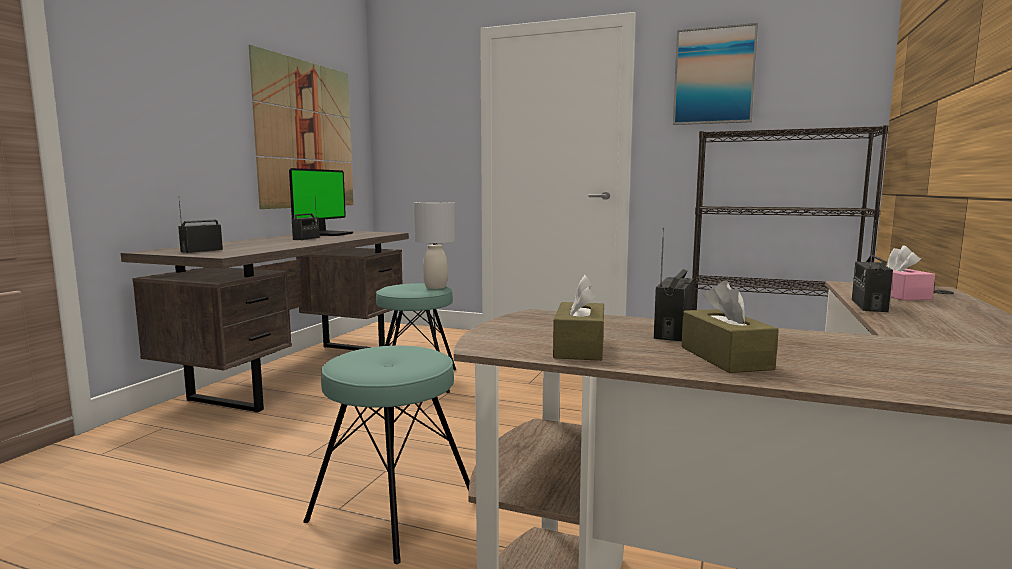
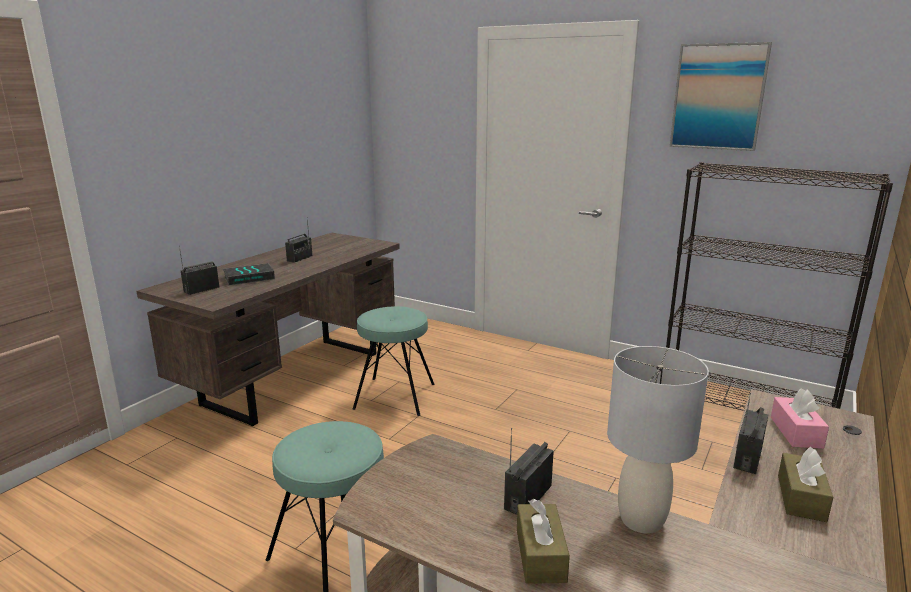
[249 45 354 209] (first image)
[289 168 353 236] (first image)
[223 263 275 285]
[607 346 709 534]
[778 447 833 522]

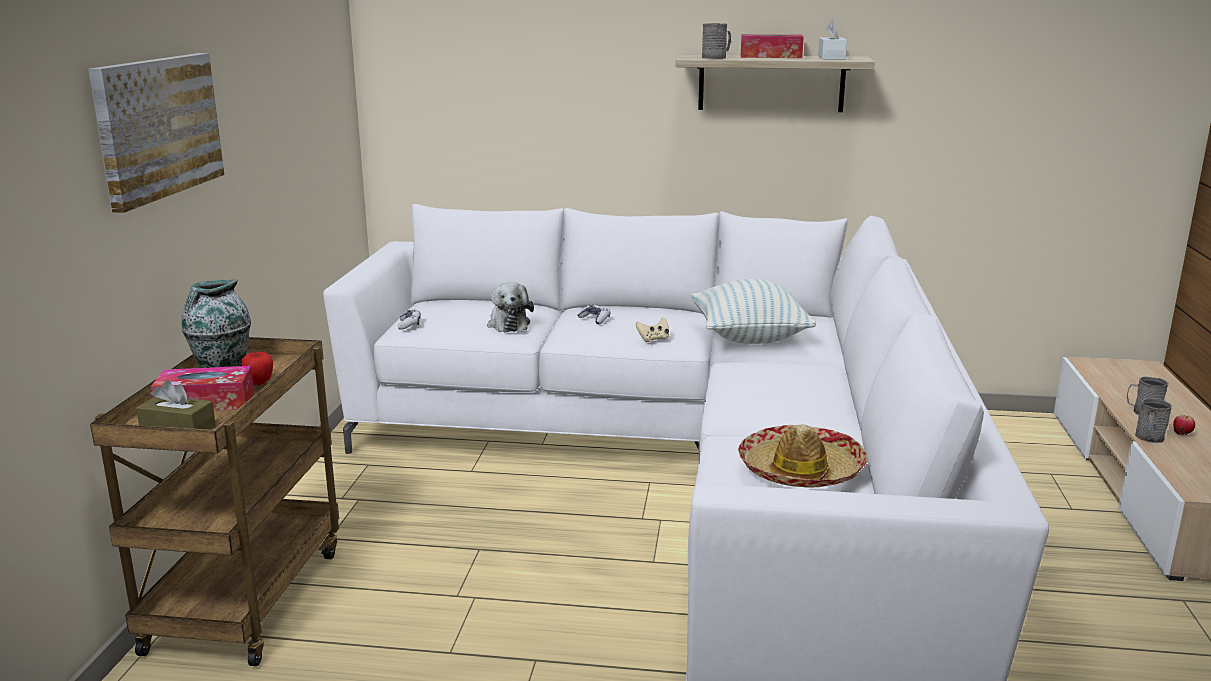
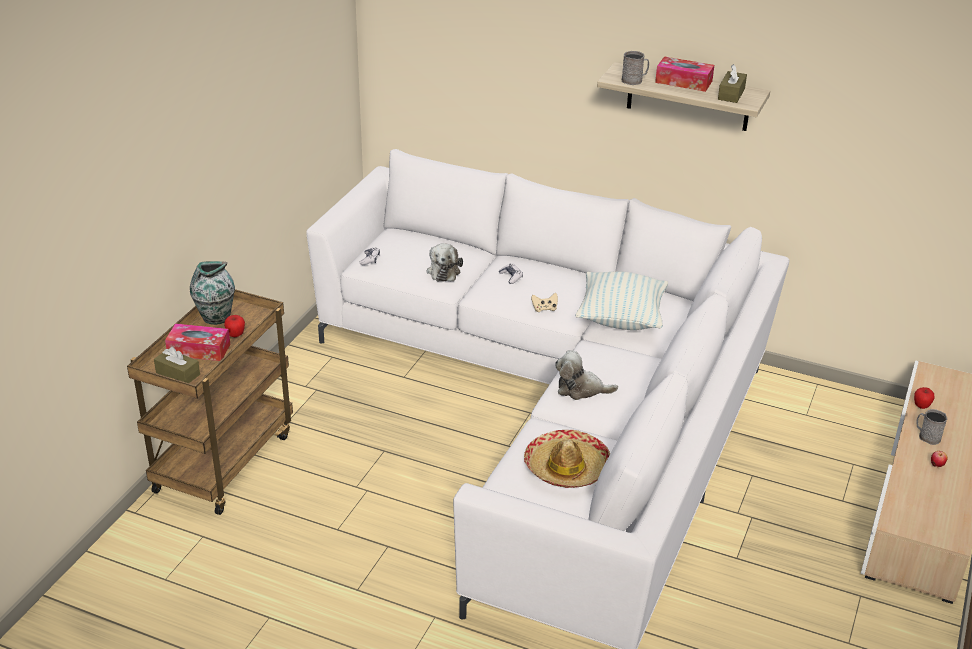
[88 53 224 213] (first image)
[1135 398 1172 443] (first image)
[555 350 618 400]
[914 387 934 409]
[718 64 747 103]

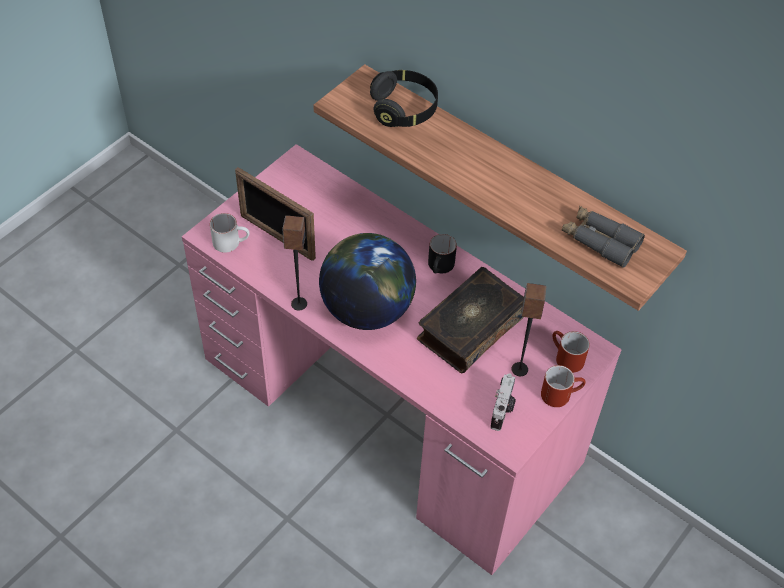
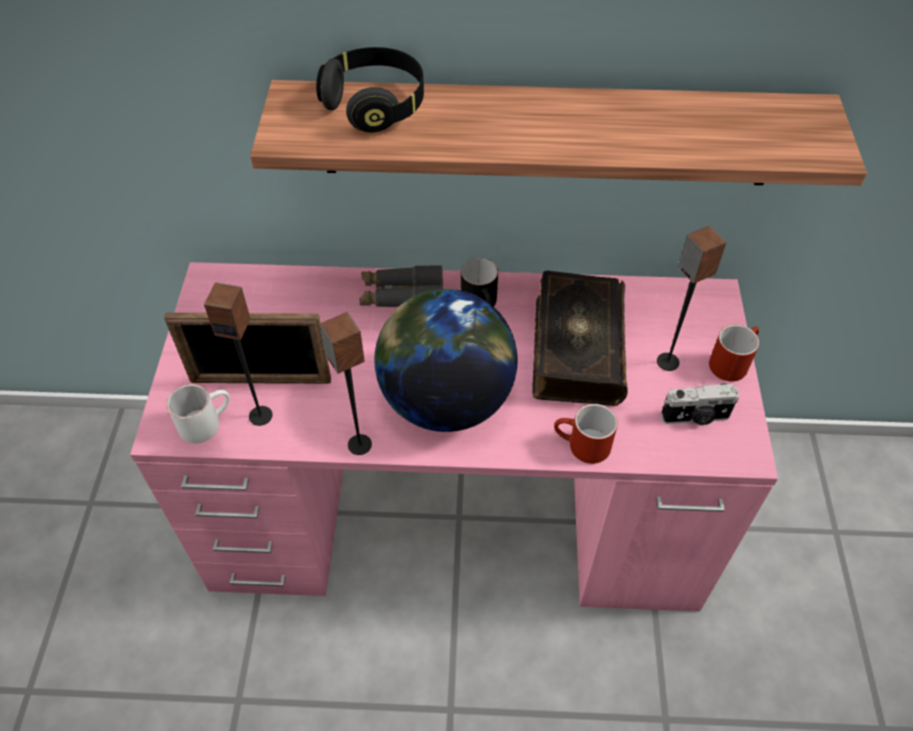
[204 283 273 426]
[554 404 618 464]
[360 265 443 307]
[661 383 739 425]

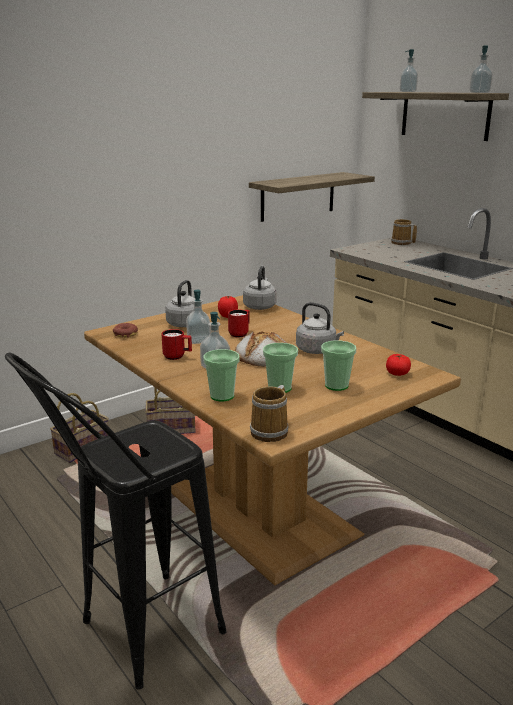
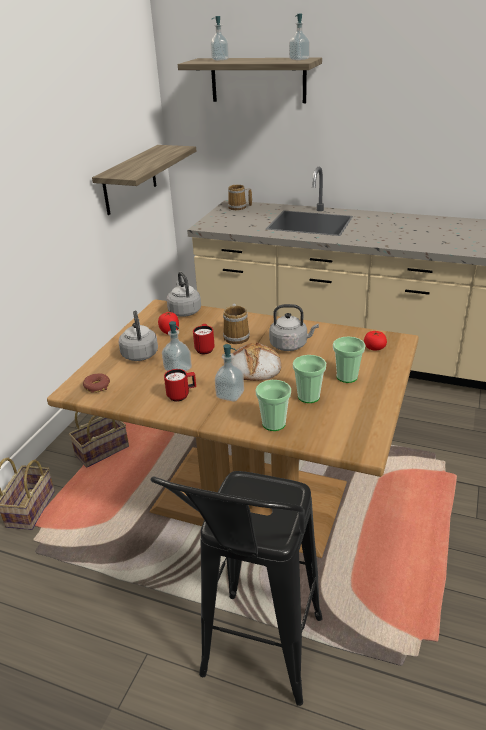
[223 304 250 344]

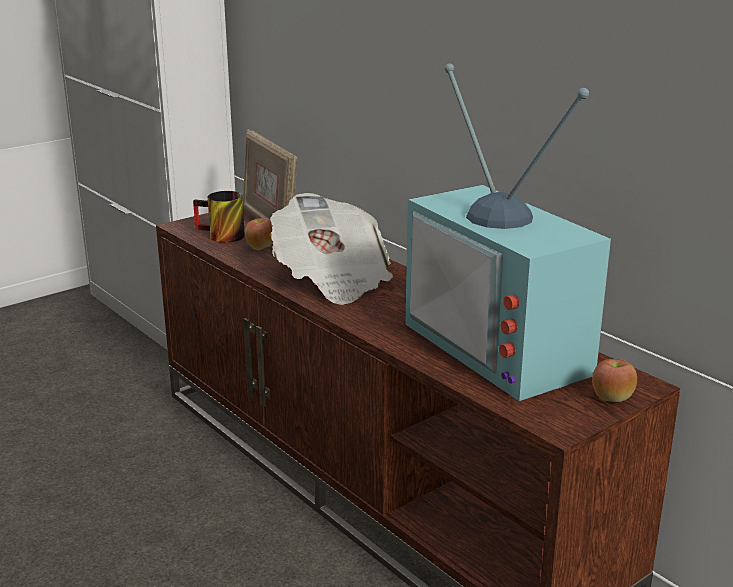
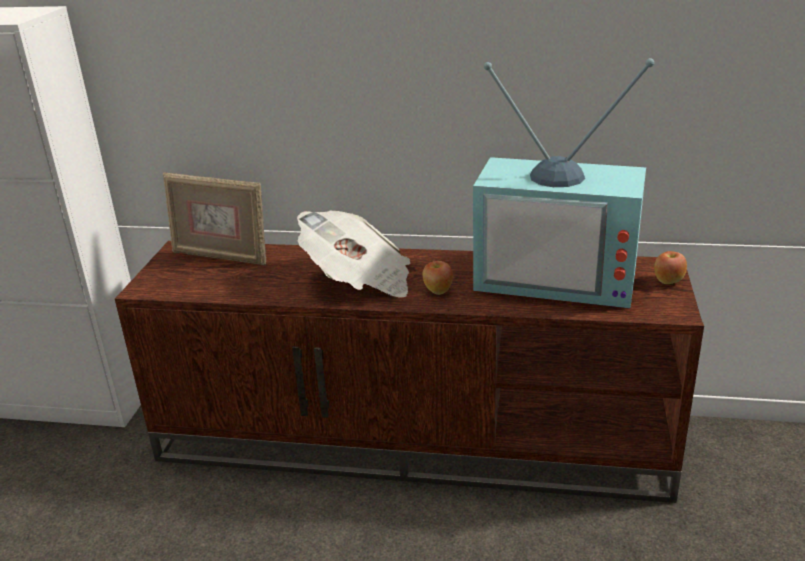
[193 191 245 243] (first image)
[422 261 453 295]

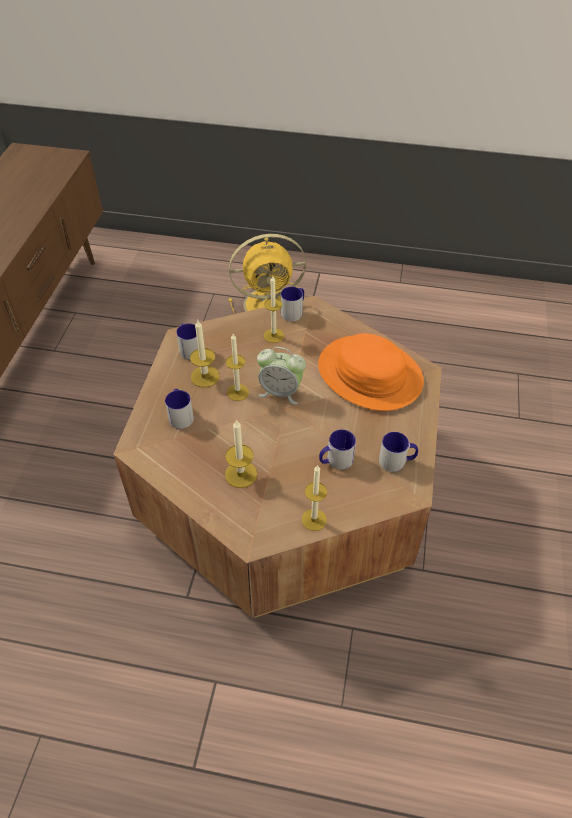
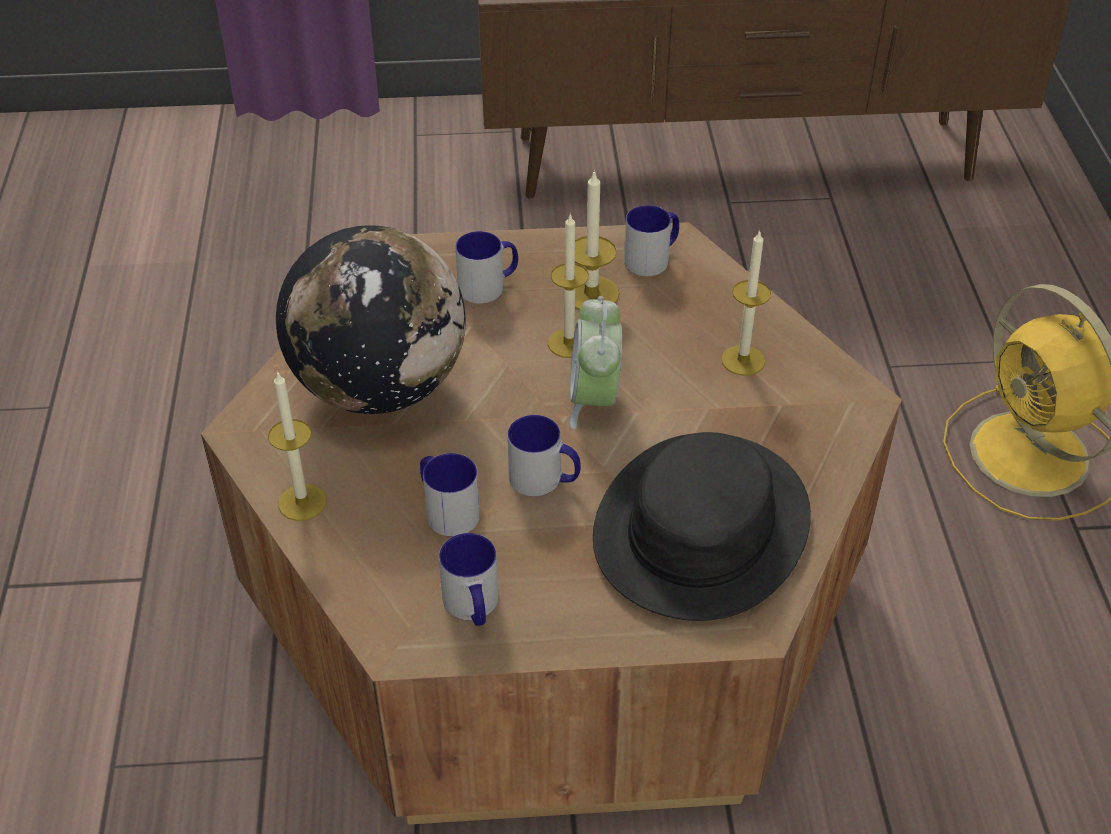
[507 415 581 496]
[276 225 466 414]
[593 432 811 621]

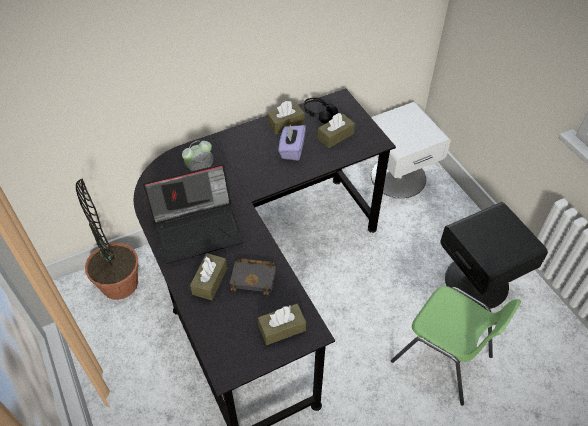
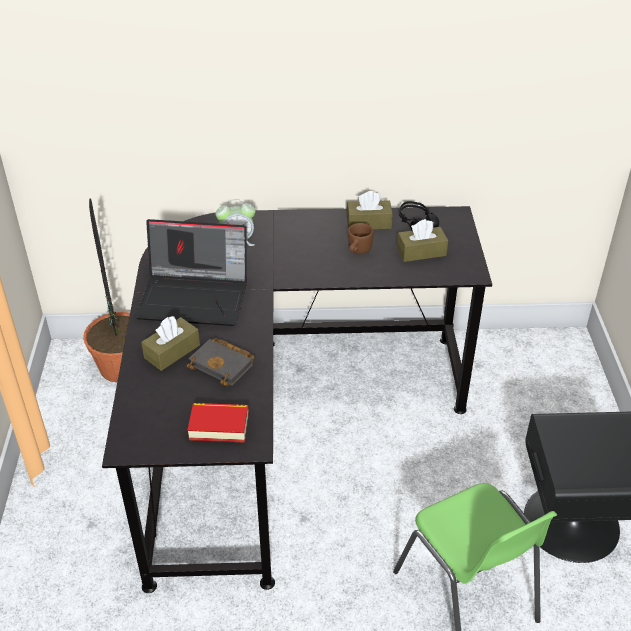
[371 102 451 198] (first image)
[187 403 249 443]
[348 223 374 254]

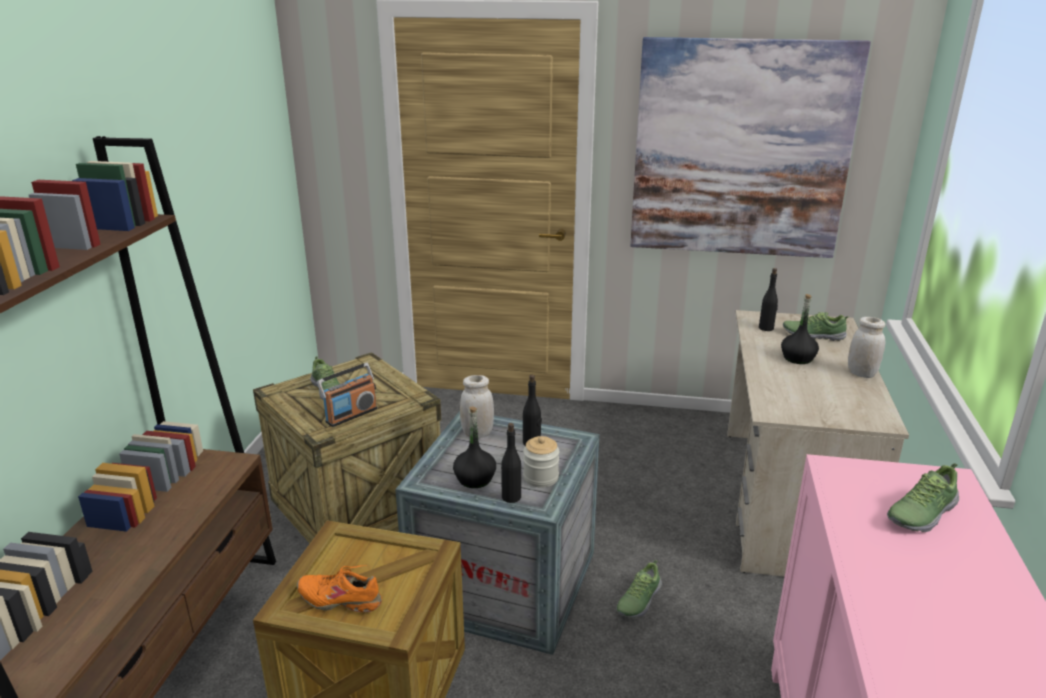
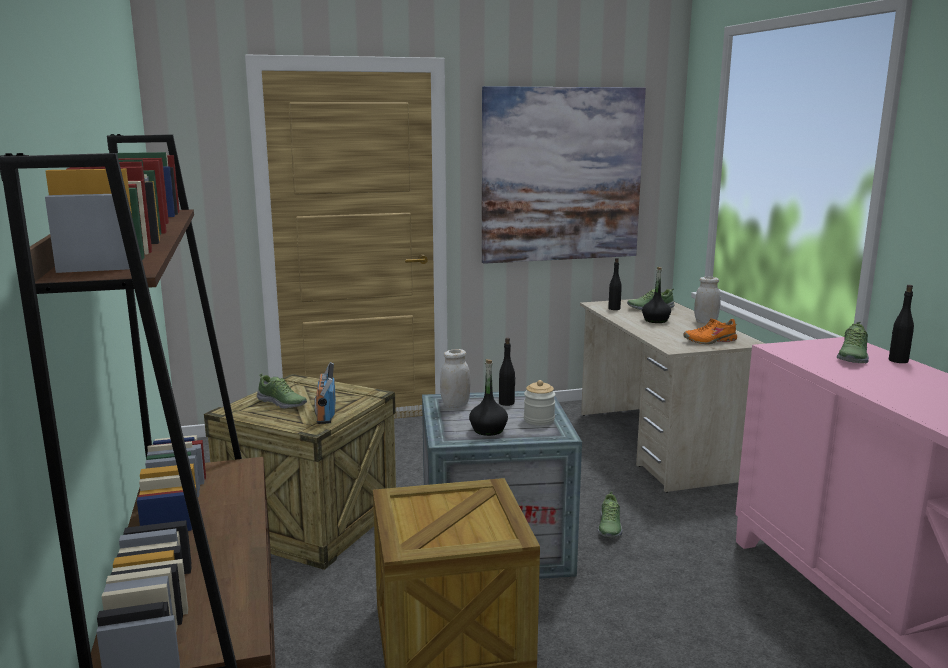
[683 318 737 344]
[889 285 914 363]
[315 362 336 424]

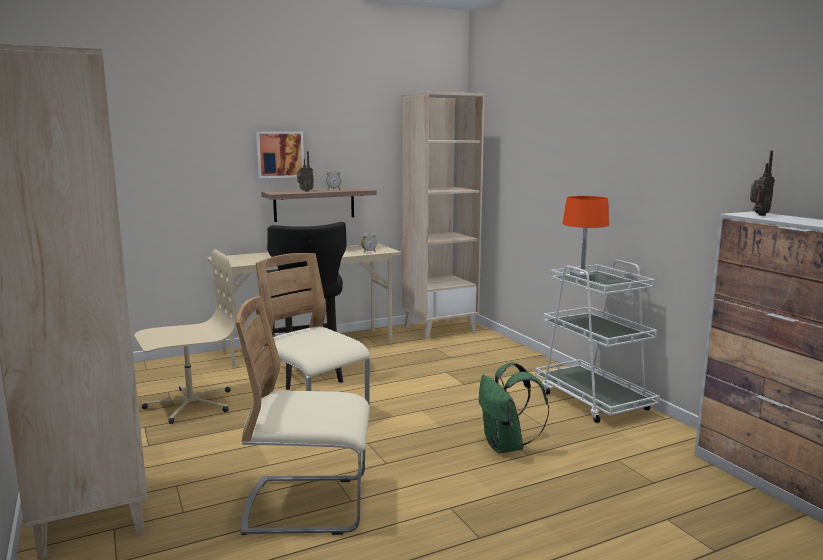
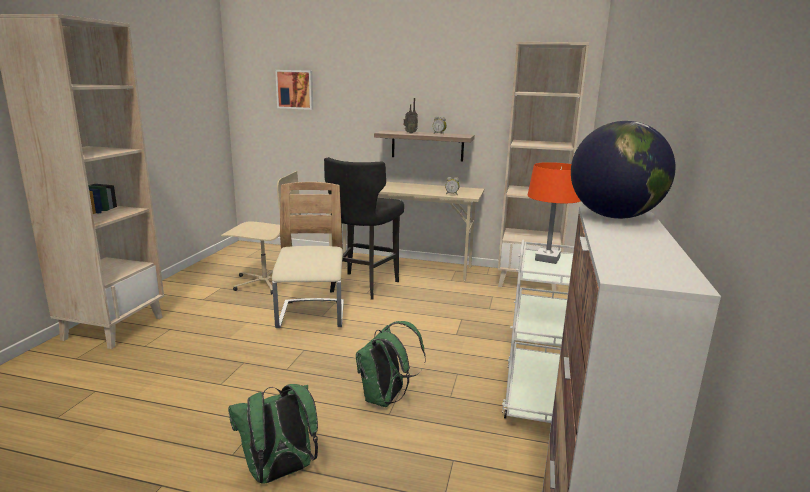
[236 296 370 535] (first image)
[228 384 318 484]
[275 70 313 110]
[571 121 675 219]

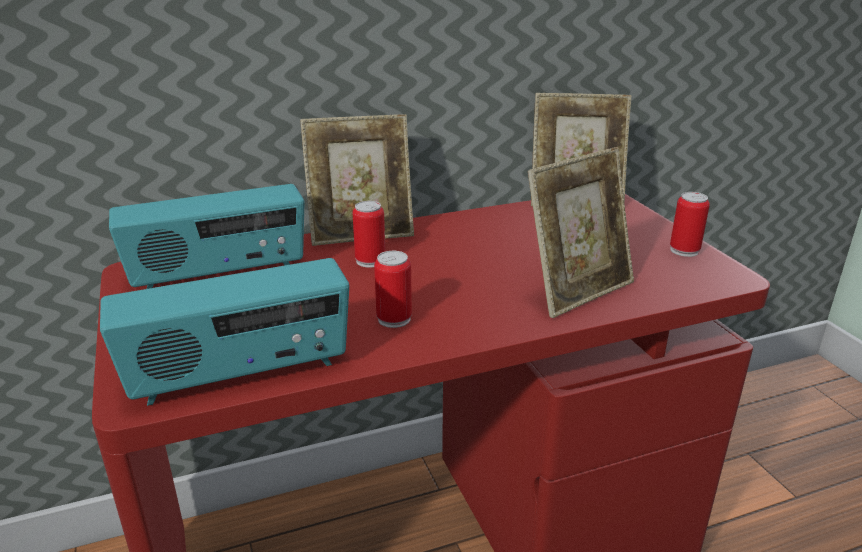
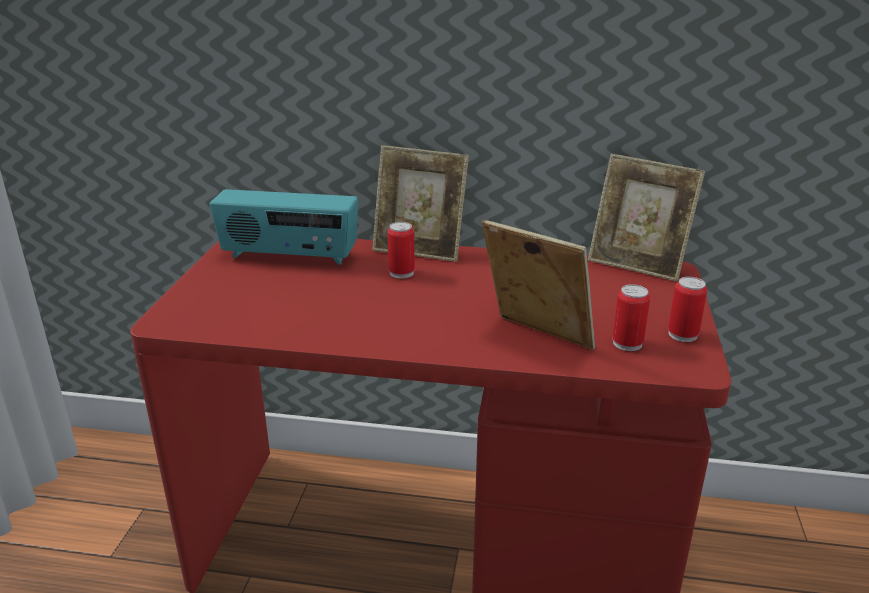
[100 258 349 406] (first image)
[612 284 650 351]
[482 220 595 350]

